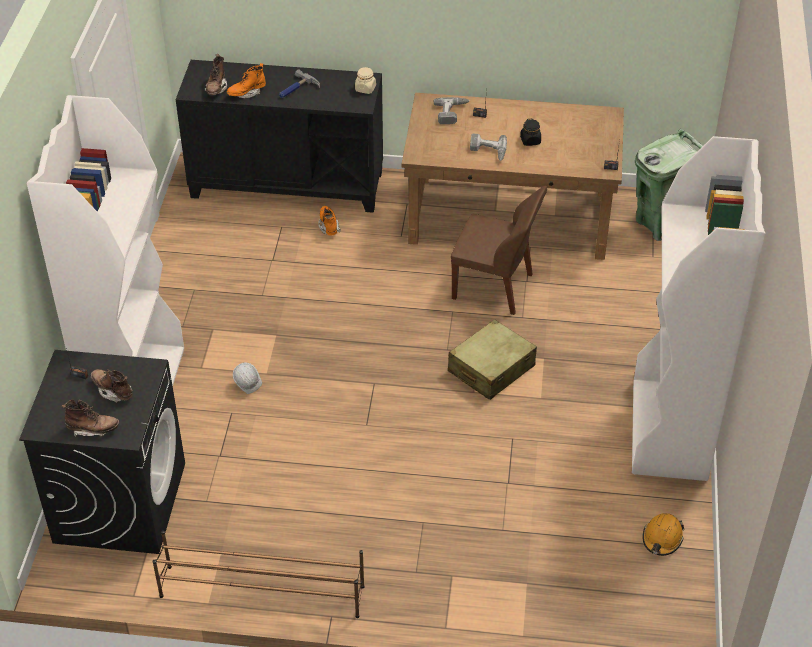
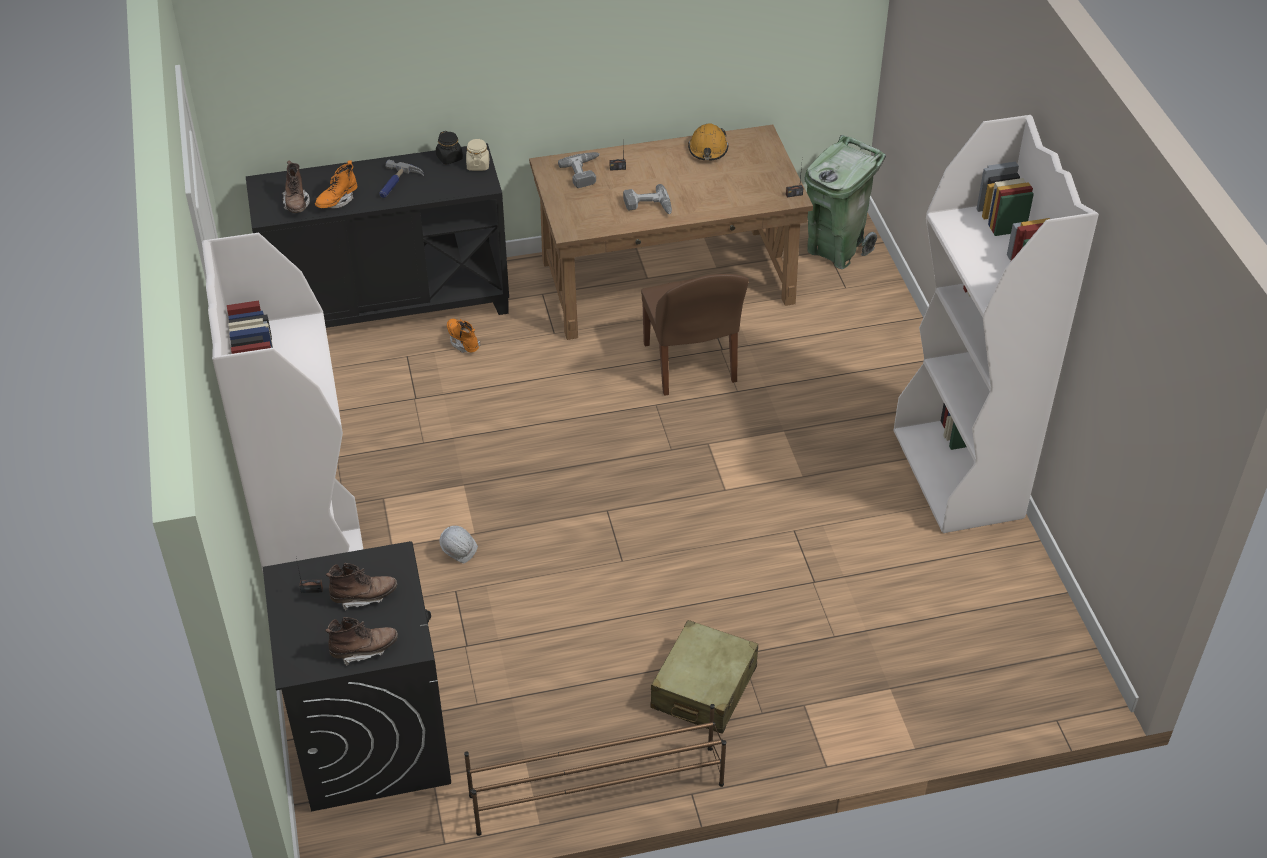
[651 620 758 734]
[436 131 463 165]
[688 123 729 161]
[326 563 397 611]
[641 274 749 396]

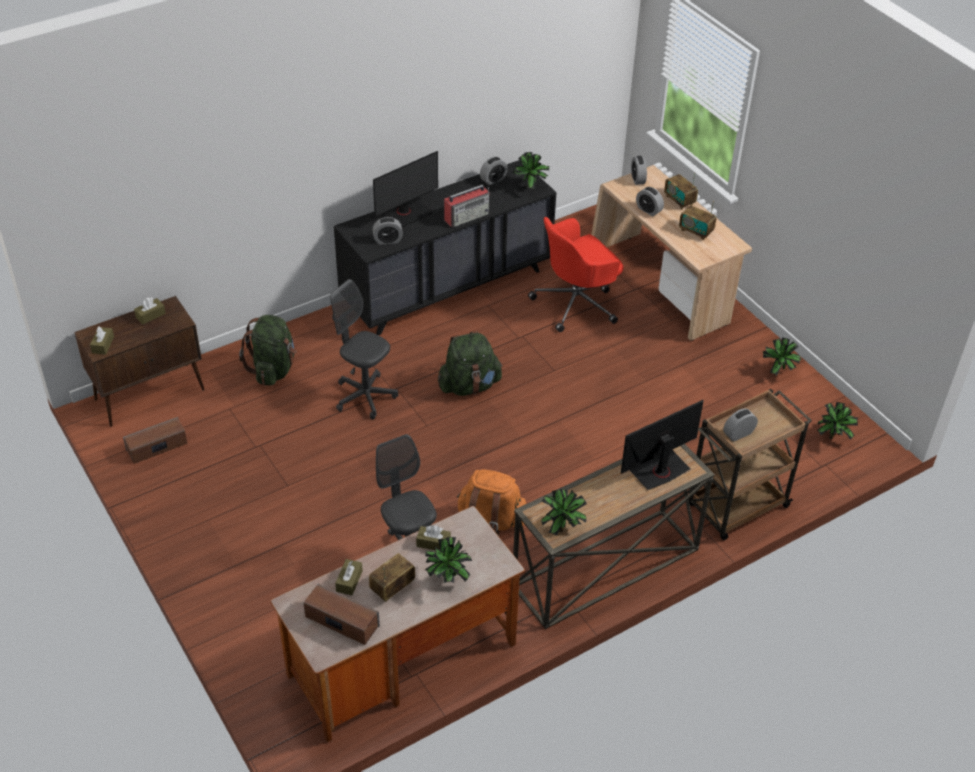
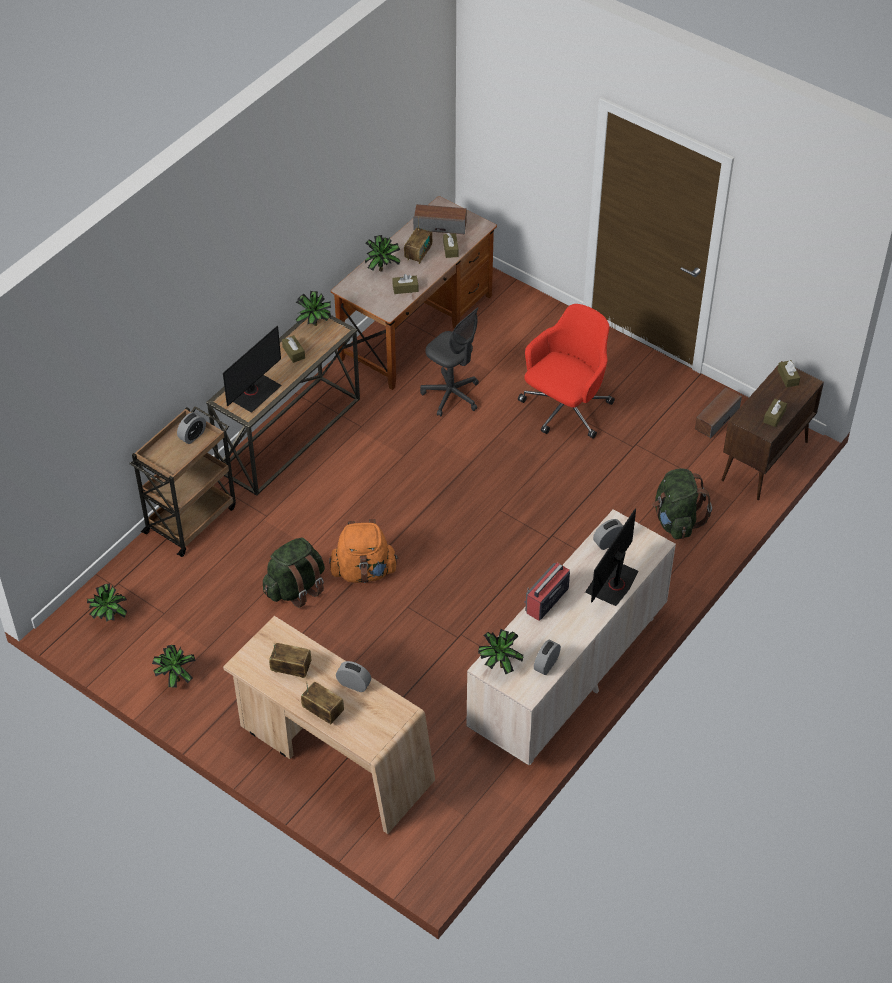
[330 279 398 420] (first image)
[631 156 647 185] (first image)
[282 335 305 363]
[263 538 325 608]
[329 519 399 583]
[518 304 615 439]
[466 509 676 765]

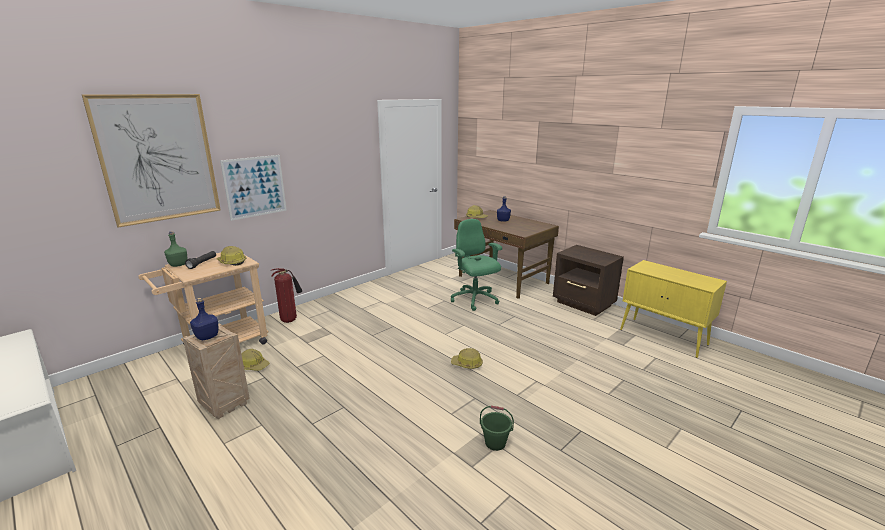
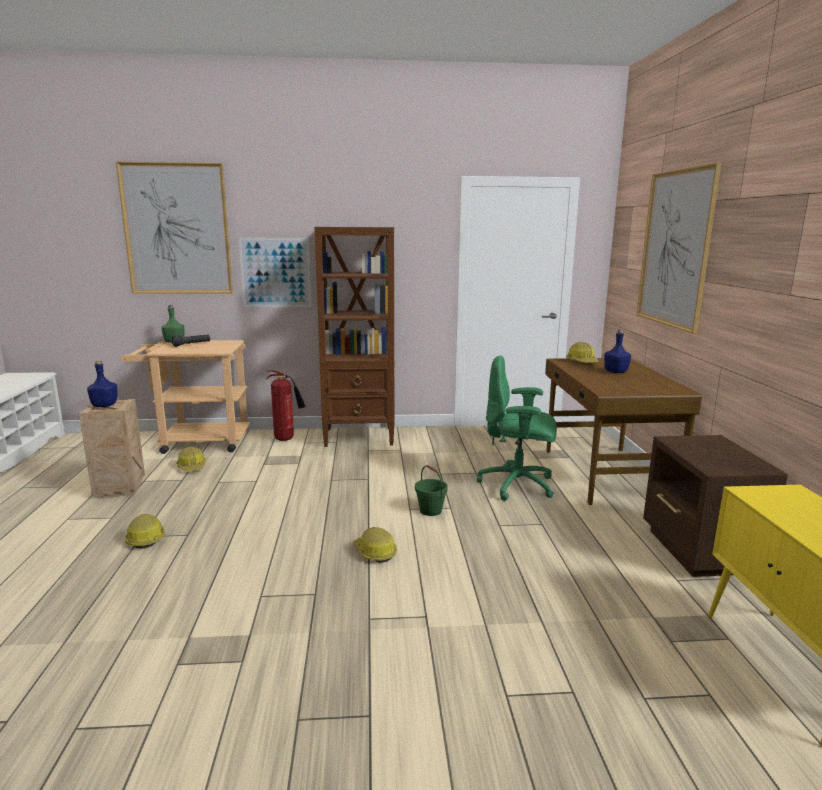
[314 227 394 447]
[636 163 722 334]
[125 514 165 549]
[415 465 448 516]
[477 355 557 501]

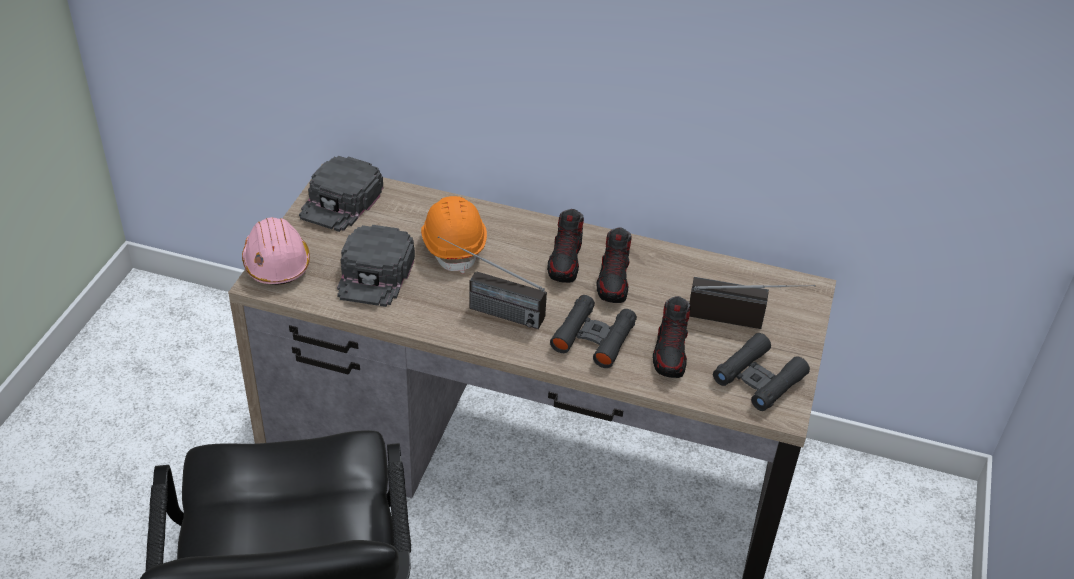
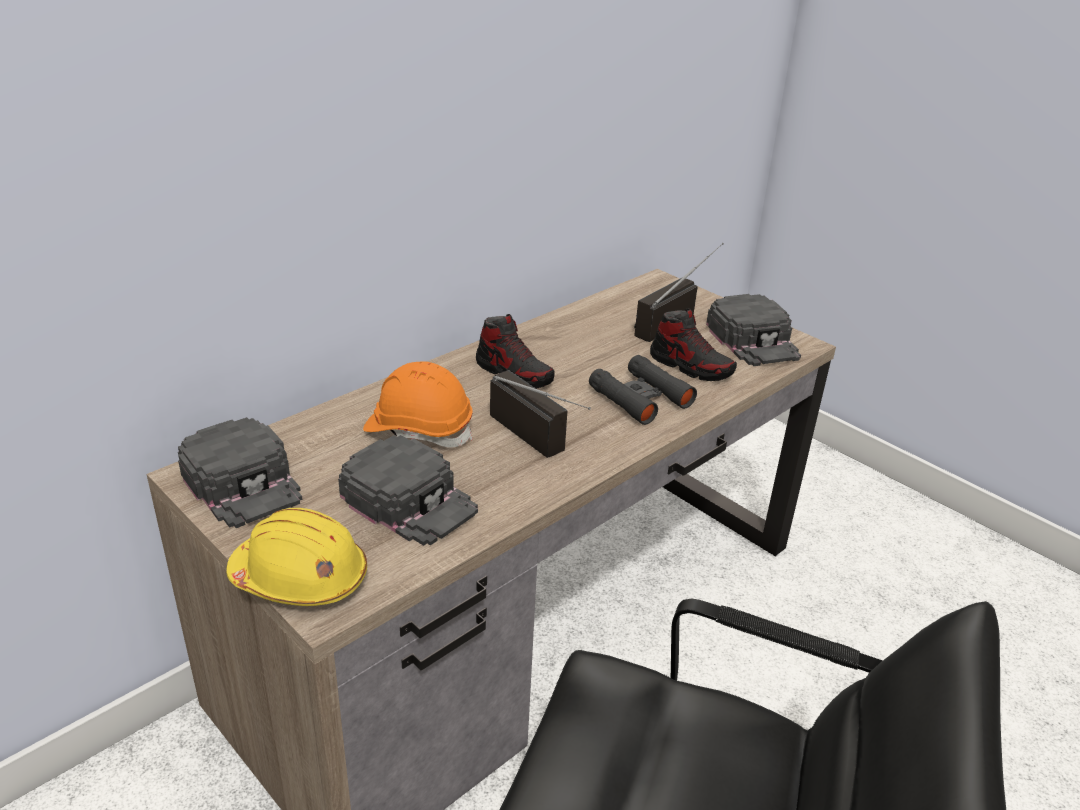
[596 227 632 303] (first image)
[706 294 801 366]
[226 508 367 606]
[490 370 591 458]

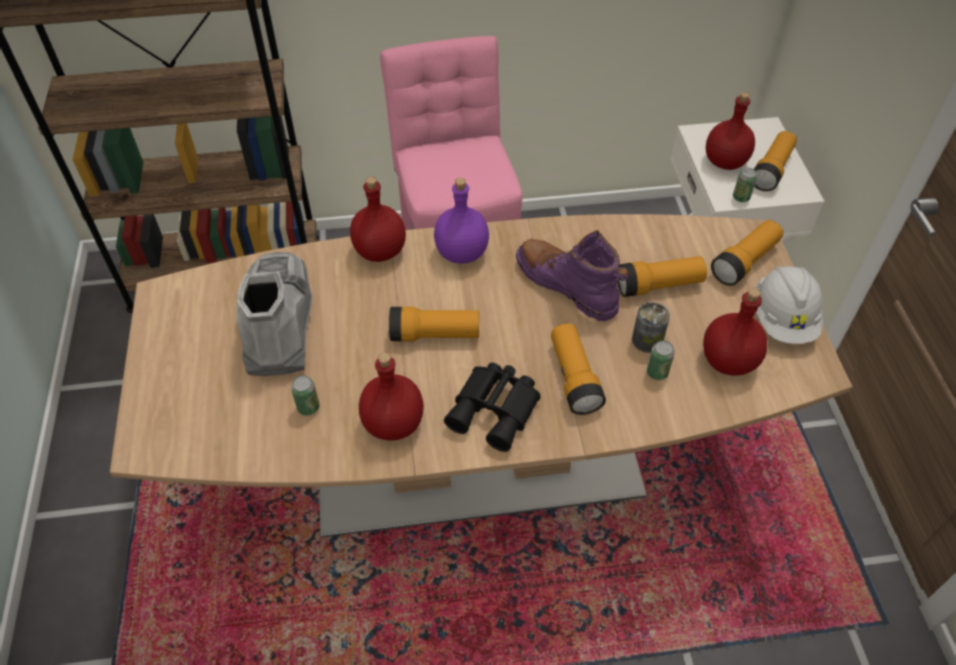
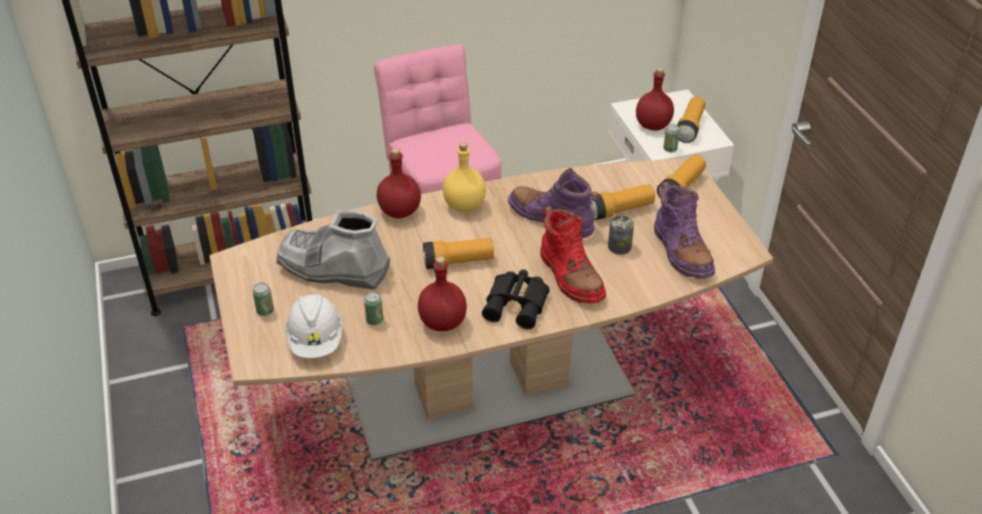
[253 283 274 316]
[285 294 343 358]
[540 206 606 304]
[654 181 715 279]
[443 142 486 212]
[276 211 390 290]

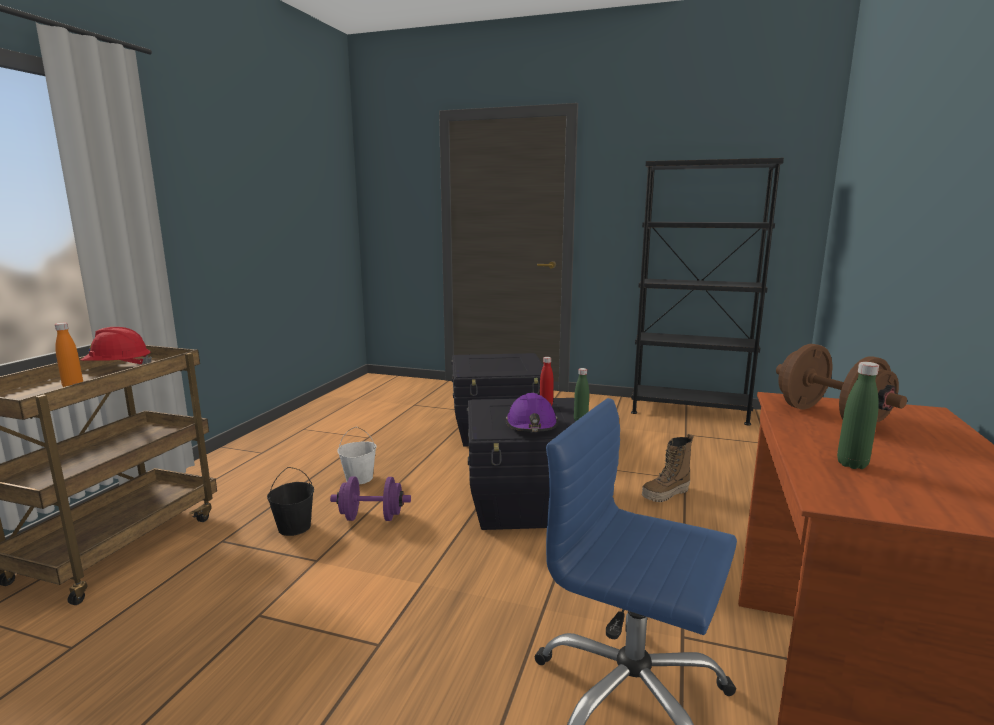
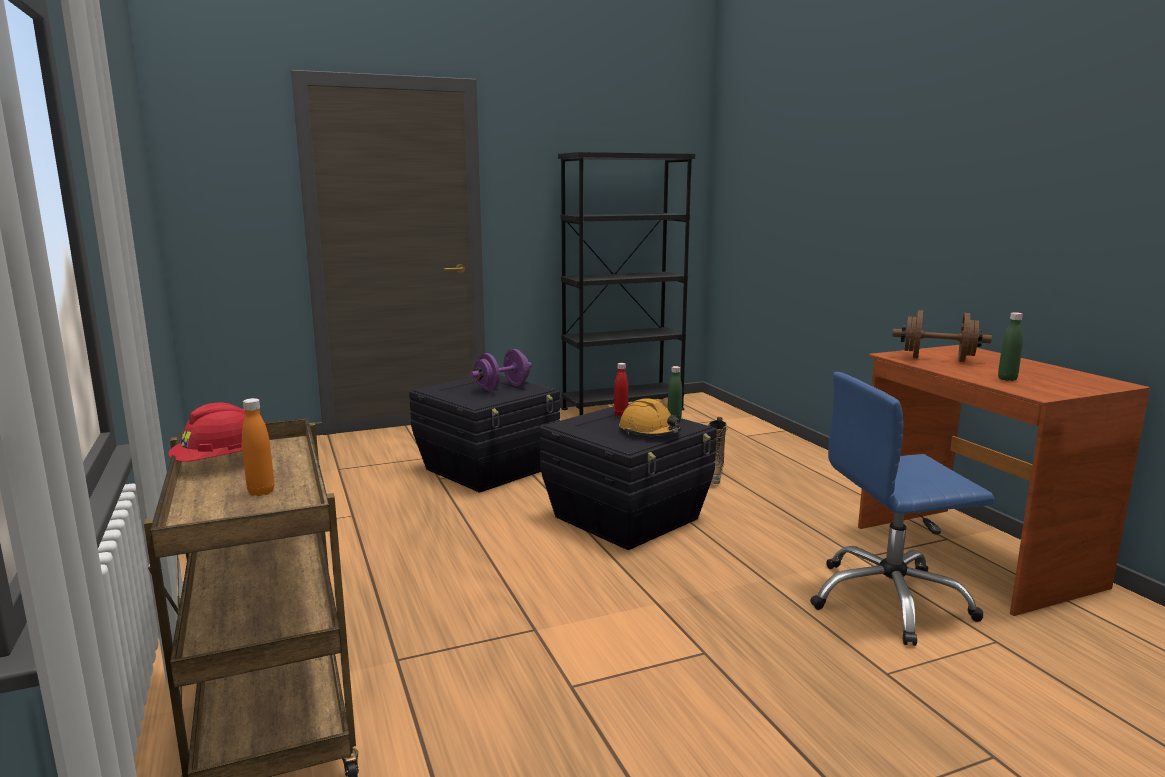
[267 467 314 536] (first image)
[337 427 377 485] (first image)
[470 349 532 391]
[619 398 681 436]

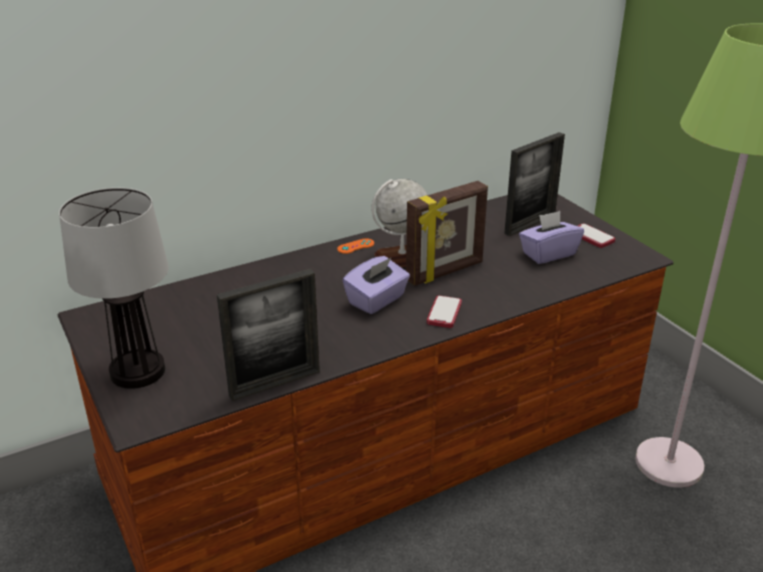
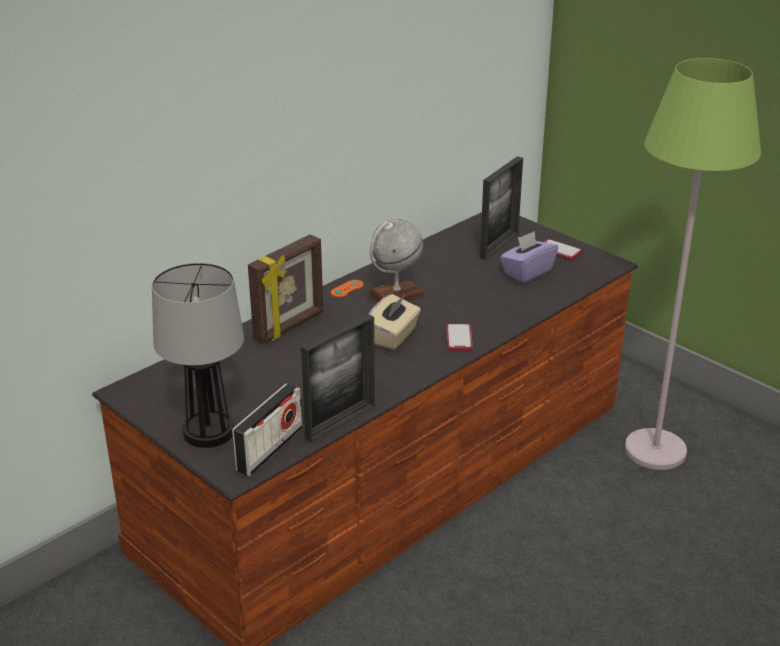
[232 383 302 476]
[248 234 323 344]
[369 294 421 350]

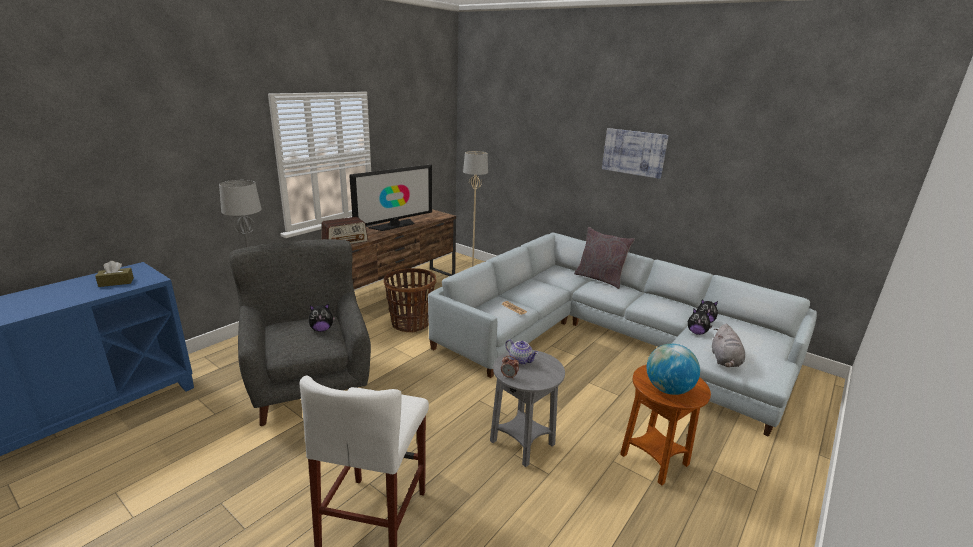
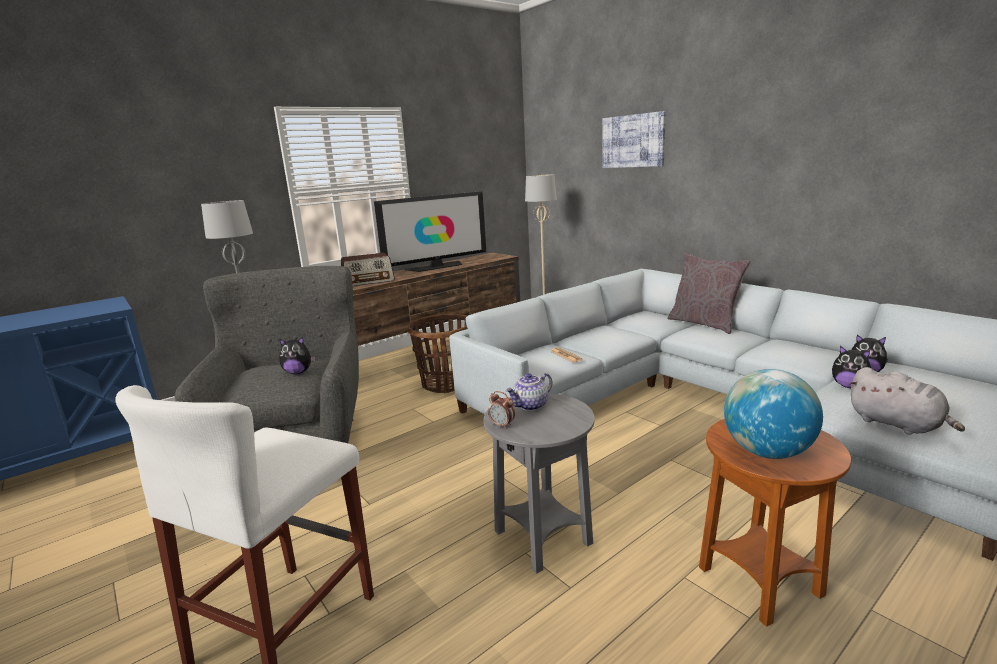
[95 261 134 287] (first image)
[602 111 666 168]
[506 373 552 411]
[848 367 965 435]

